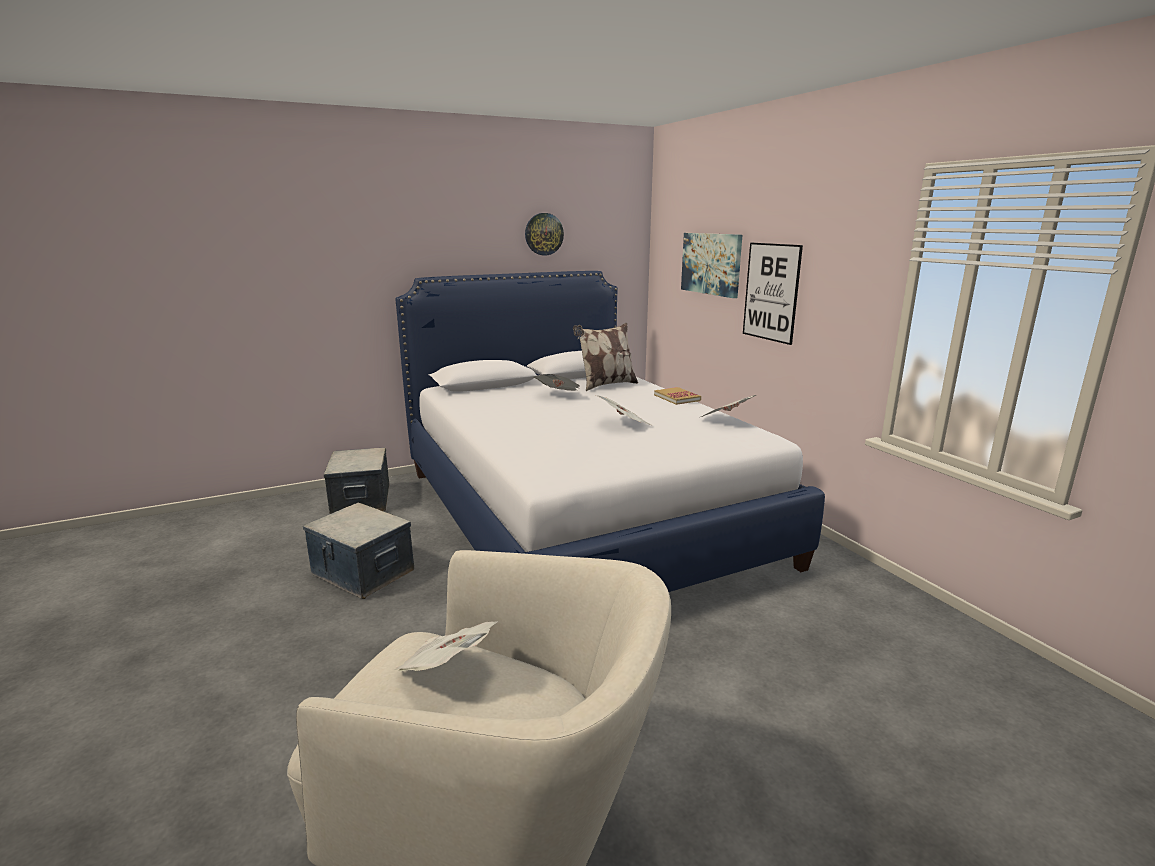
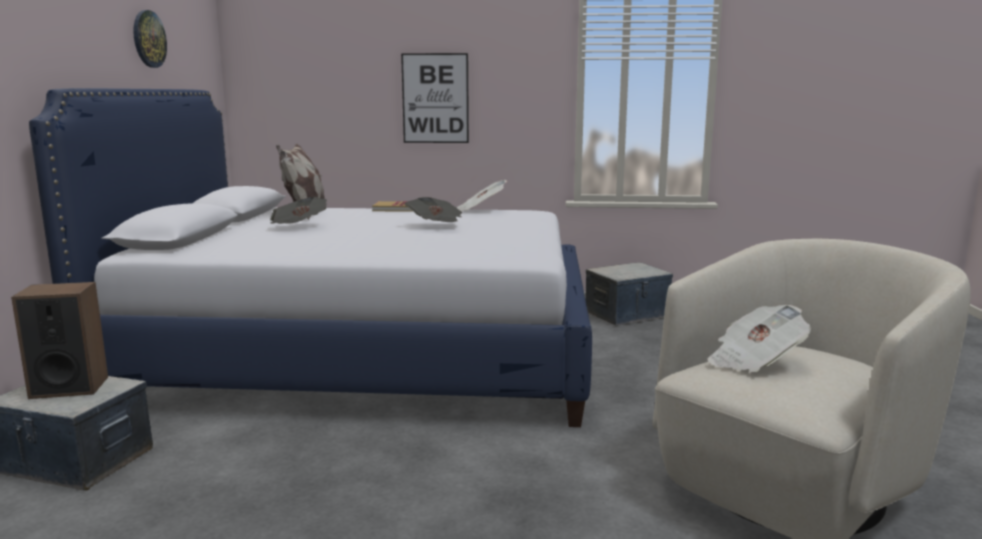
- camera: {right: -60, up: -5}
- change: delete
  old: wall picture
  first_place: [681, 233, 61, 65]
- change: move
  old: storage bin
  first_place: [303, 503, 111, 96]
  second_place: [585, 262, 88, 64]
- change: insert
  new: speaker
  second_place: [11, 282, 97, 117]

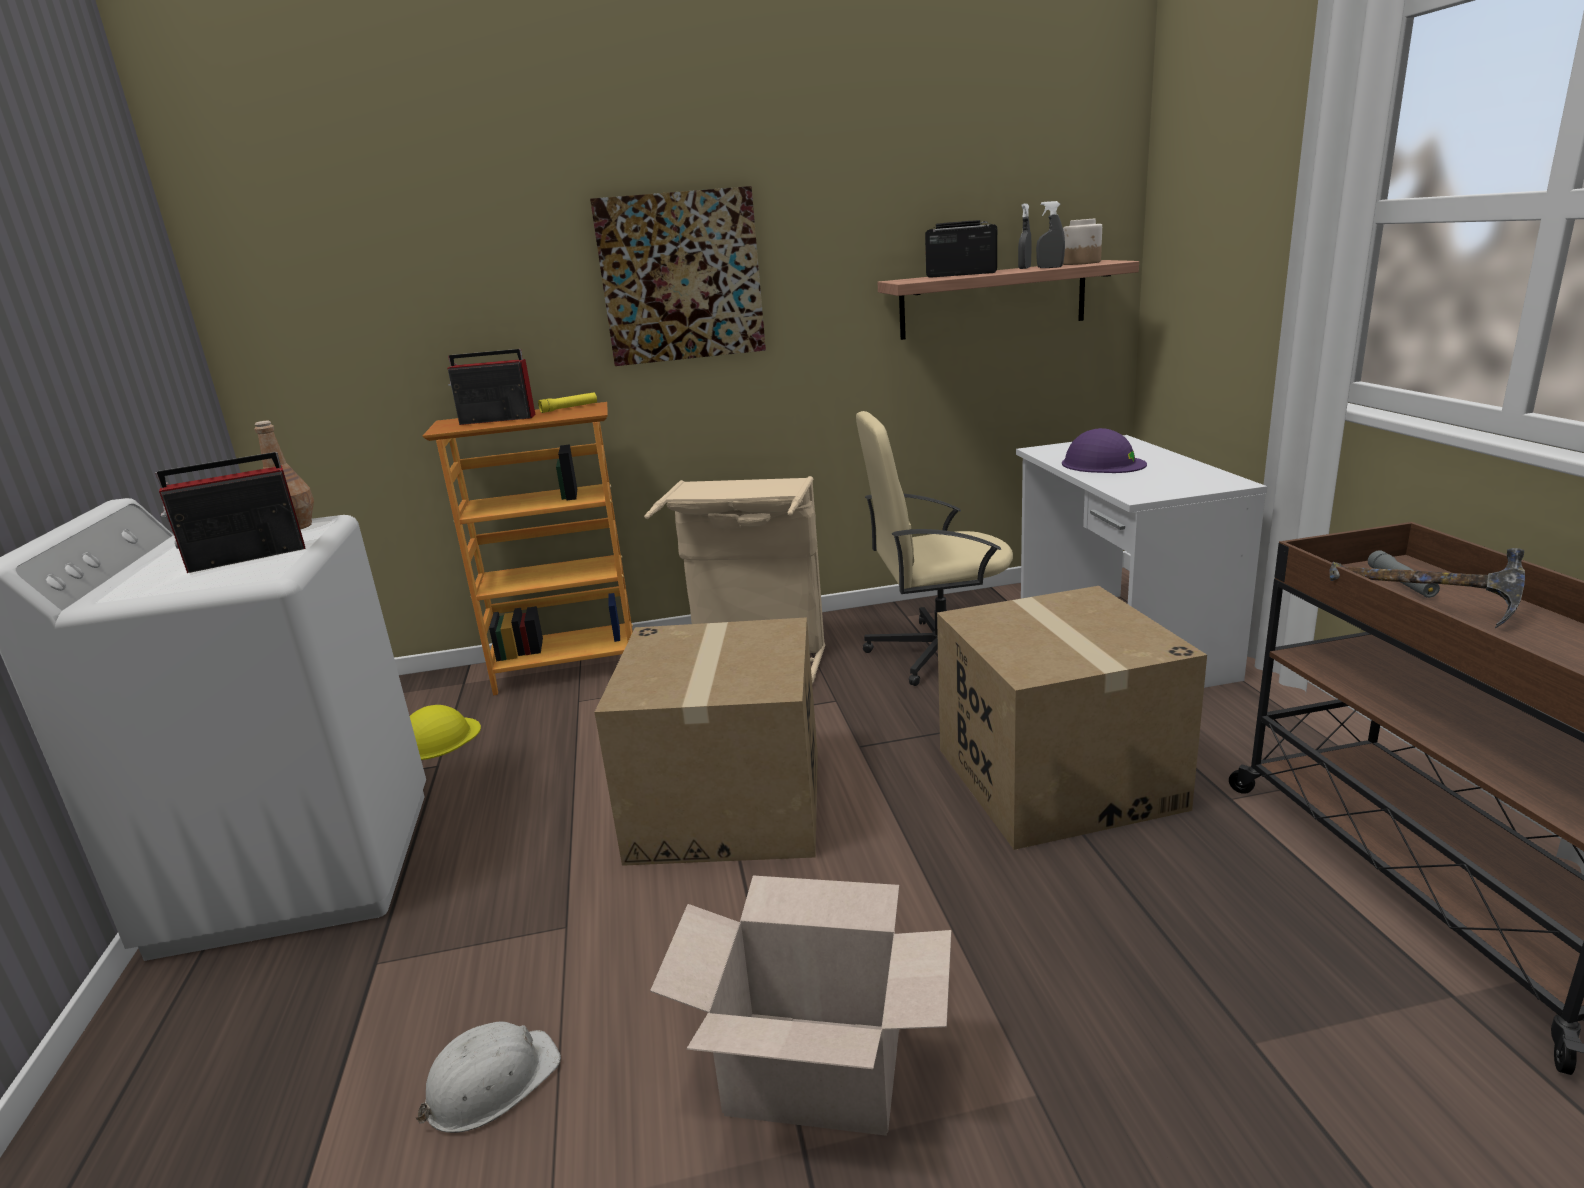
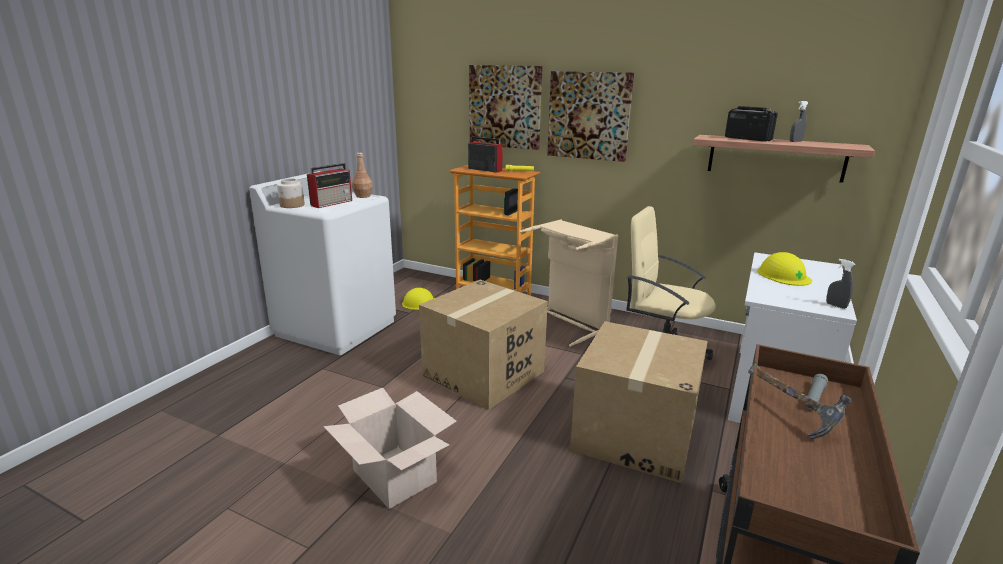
- camera: {right: 35, up: 0}
- change: move
  old: greyish sprayer
  first_place: [1036, 201, 29, 67]
  second_place: [826, 259, 29, 50]
- change: move
  old: preserve jar
  first_place: [1063, 219, 39, 46]
  second_place: [277, 179, 28, 29]
- change: recolor
  old: purplish safety helmet
  new: yellowish safety helmet
  first_place: [1062, 428, 85, 45]
  second_place: [757, 252, 55, 34]
- change: rotate
  old: radio receiver
  first_place: [155, 452, 151, 121]
  second_place: [307, 163, 45, 45]
  degrees: 120
- change: delete
  old: white-coloured safety helmet
  first_place: [416, 1022, 145, 111]
- change: insert
  new: wall picture
  second_place: [469, 65, 74, 85]

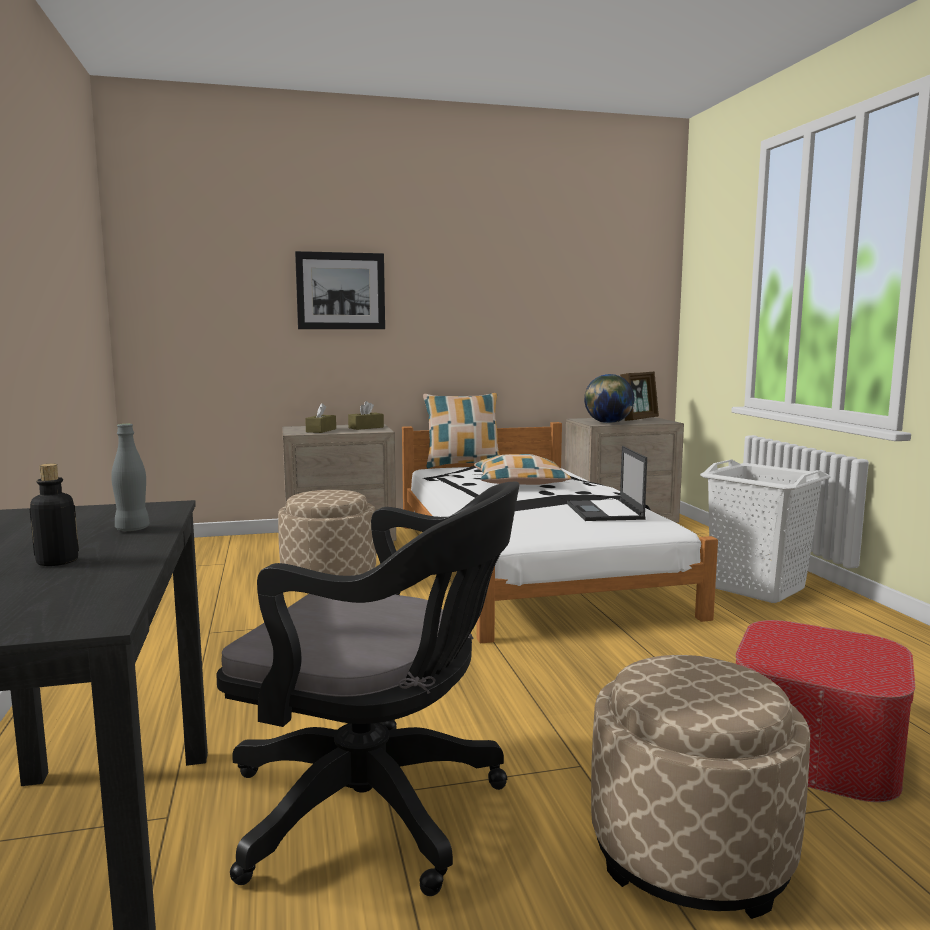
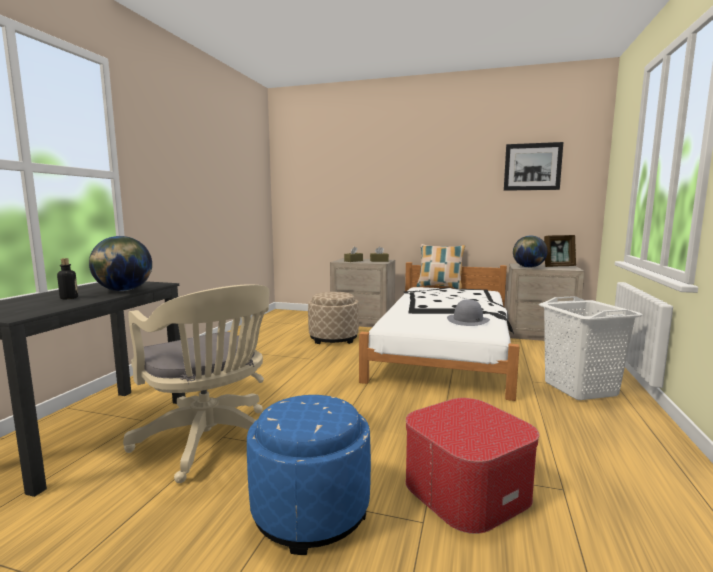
- camera: {right: 30, up: 0}
- change: move
  old: wall picture
  first_place: [295, 251, 90, 78]
  second_place: [504, 142, 59, 49]
- change: replace
  old: greyish beverage bottle
  new: world globe
  first_place: [111, 424, 38, 107]
  second_place: [89, 236, 63, 55]
- change: replace
  old: portable computer
  new: greyish hat
  first_place: [567, 446, 80, 75]
  second_place: [447, 299, 43, 27]
- change: delete
  old: cushion
  first_place: [474, 454, 97, 31]
- change: recolor
  old: blackish computer chair
  new: beige computer chair
  first_place: [216, 481, 304, 415]
  second_place: [123, 284, 147, 199]
- change: recolor
  old: beige footrest
  new: blue footrest
  first_place: [591, 655, 219, 264]
  second_place: [247, 395, 124, 160]

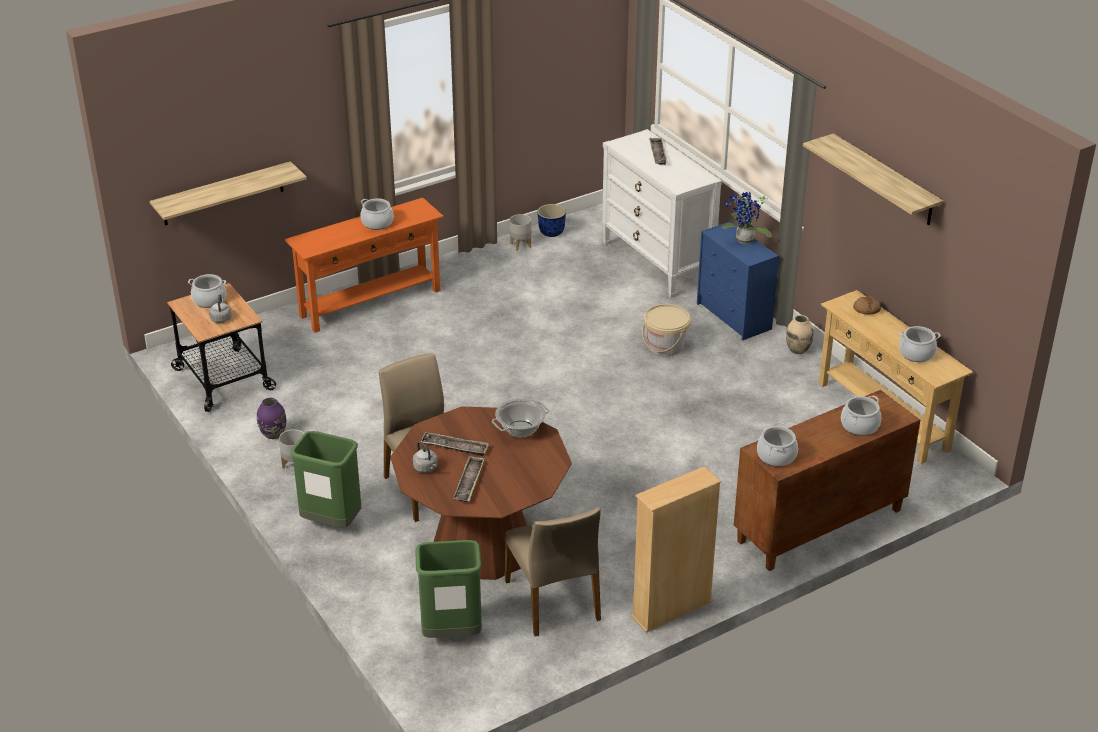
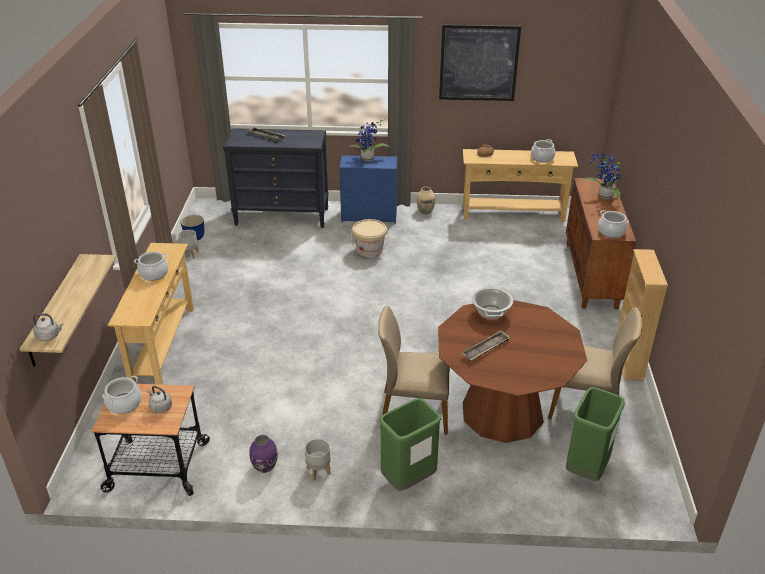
- camera: {right: -55, up: 0}
- change: recolor
  old: white-coloured drawer chest
  new: blackish drawer chest
  first_place: [601, 129, 121, 169]
  second_place: [223, 128, 106, 100]
- change: replace
  old: shelf
  new: wall picture
  first_place: [803, 133, 140, 92]
  second_place: [439, 25, 82, 76]
- change: recolor
  old: orange-coloured console table
  new: beige console table
  first_place: [285, 198, 159, 135]
  second_place: [108, 243, 86, 142]
- change: replace
  old: stockpot
  new: plant in a pot
  first_place: [841, 395, 40, 41]
  second_place: [585, 154, 36, 45]
- change: move
  old: greyish water kettle
  first_place: [413, 442, 25, 31]
  second_place: [33, 314, 30, 27]
- change: delete
  old: carrying tray
  first_place: [453, 456, 32, 47]

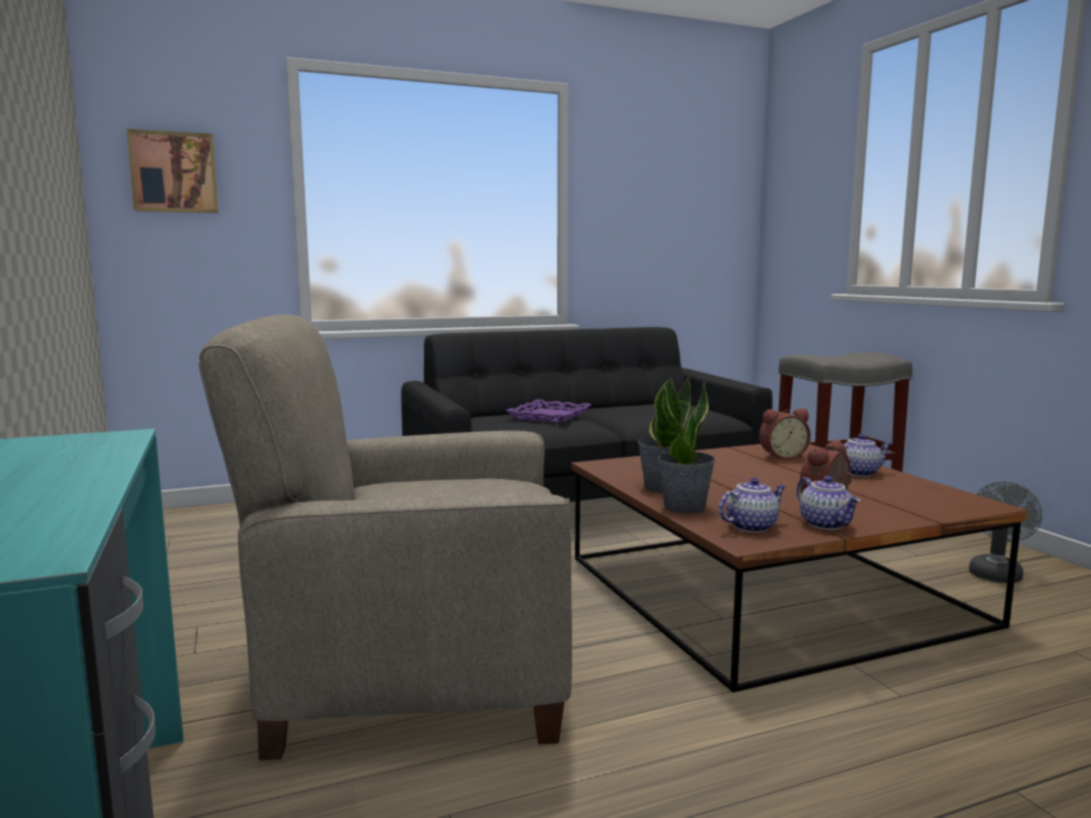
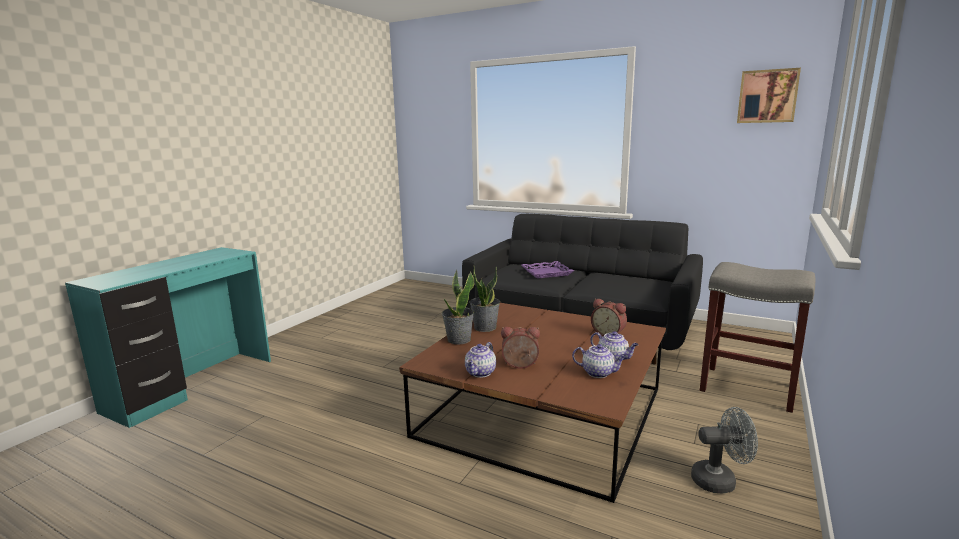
- camera: {right: 50, up: 5}
- change: move
  old: wall picture
  first_place: [127, 129, 91, 84]
  second_place: [737, 68, 64, 55]
- change: delete
  old: beige armchair
  first_place: [199, 314, 373, 446]
- change: move
  old: teapot
  first_place: [718, 478, 68, 55]
  second_place: [572, 344, 55, 34]

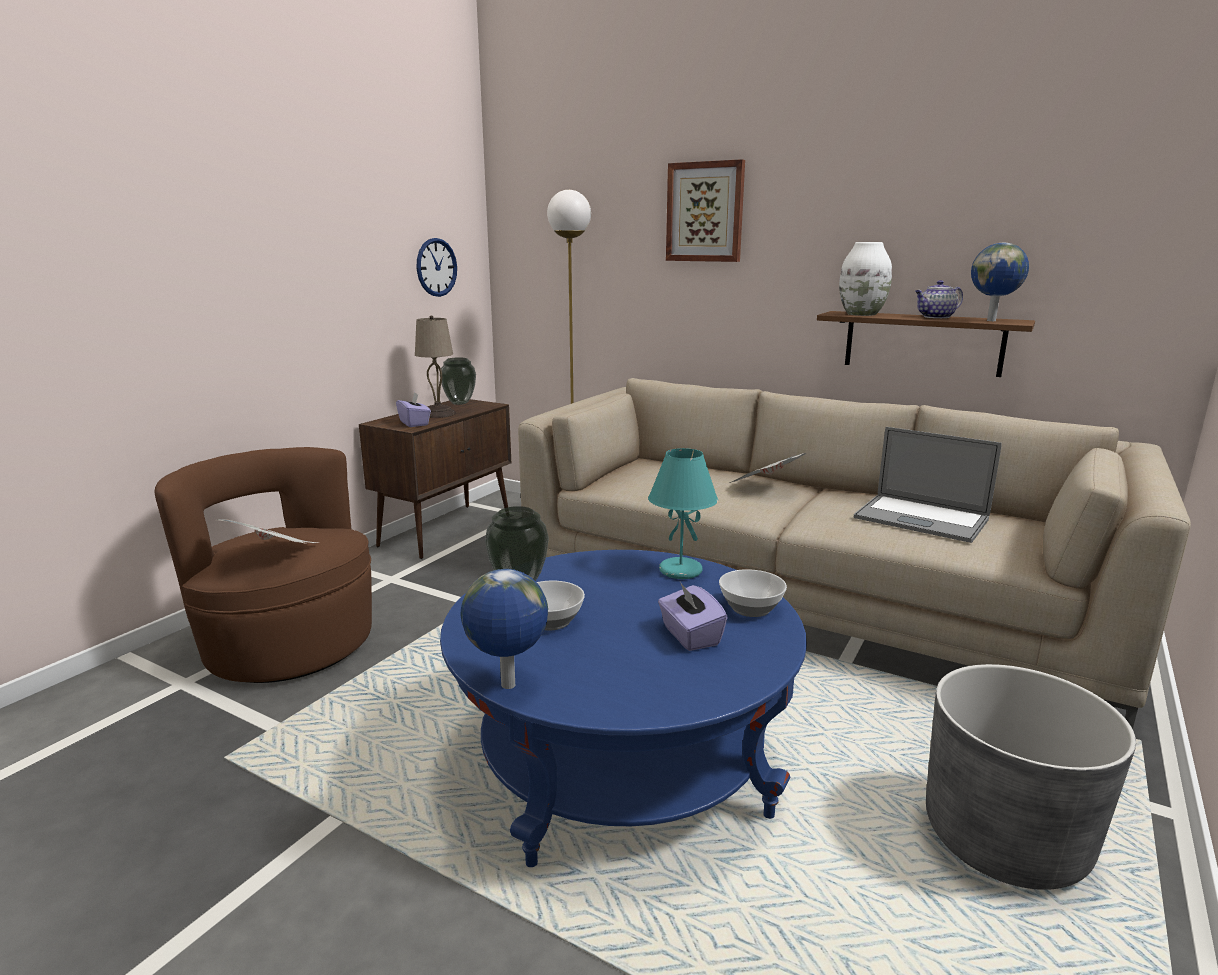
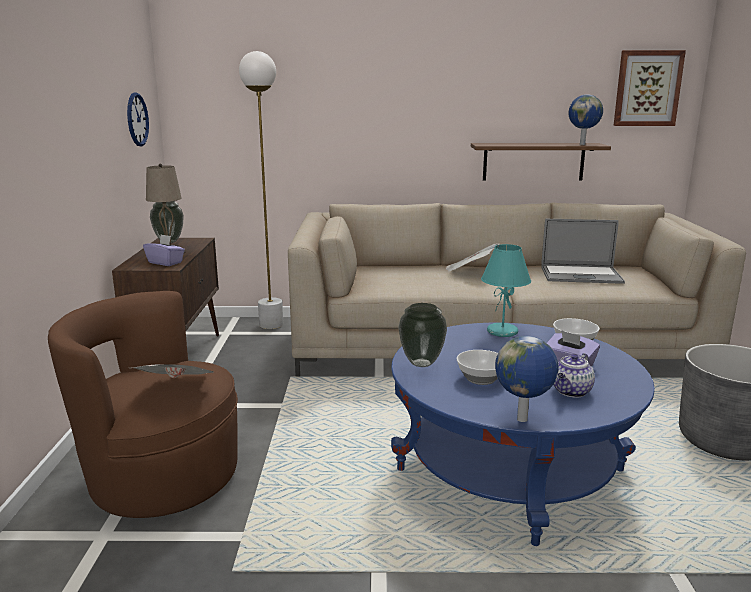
- camera: {right: -30, up: 0}
- change: move
  old: wall picture
  first_place: [666, 159, 79, 103]
  second_place: [613, 50, 73, 76]
- change: delete
  old: white-coloured vase
  first_place: [839, 242, 53, 74]
- change: move
  old: teapot
  first_place: [915, 280, 48, 38]
  second_place: [553, 353, 42, 44]

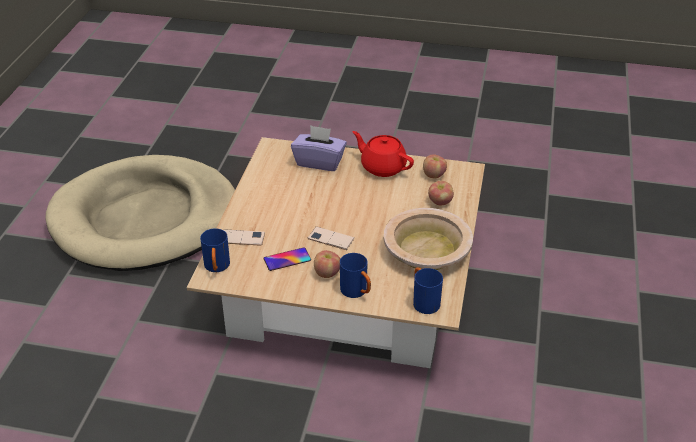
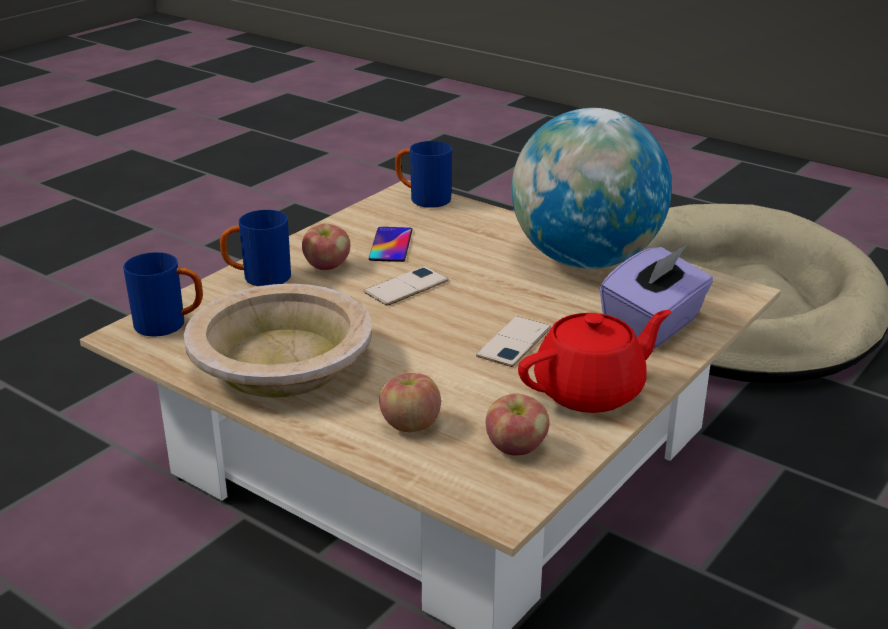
- camera: {right: 115, up: -10}
- change: move
  old: telephone
  first_place: [224, 229, 41, 17]
  second_place: [476, 316, 75, 51]
- change: insert
  new: world globe
  second_place: [512, 108, 160, 161]

